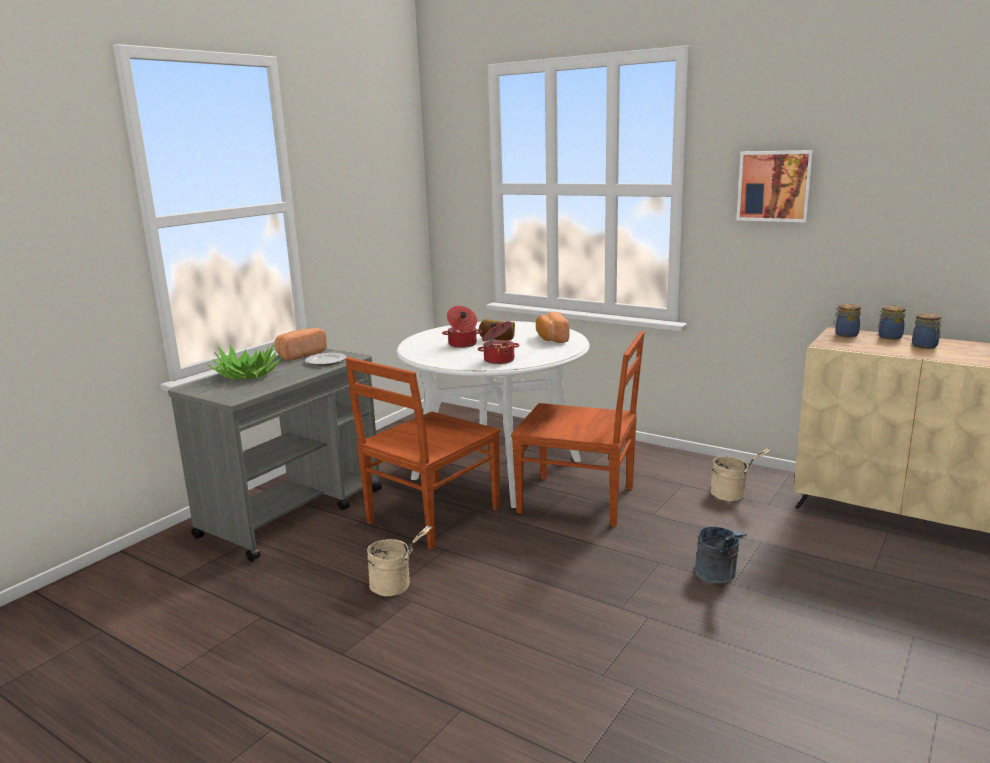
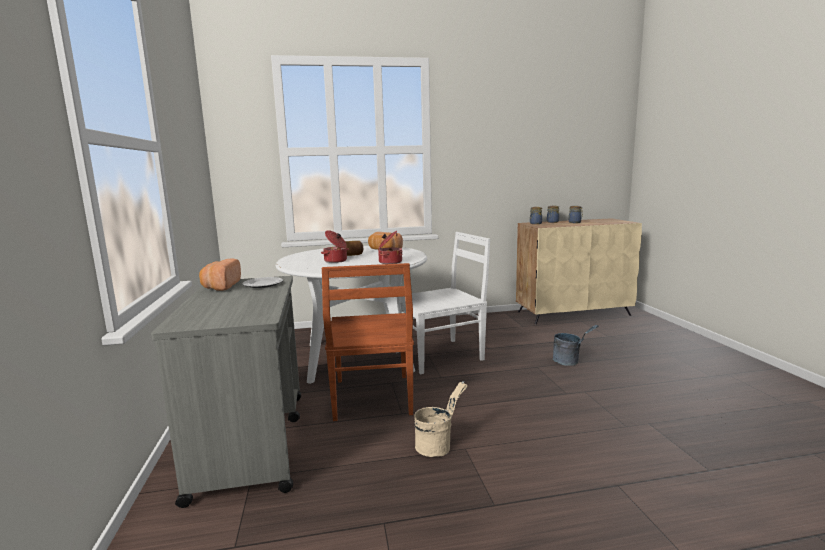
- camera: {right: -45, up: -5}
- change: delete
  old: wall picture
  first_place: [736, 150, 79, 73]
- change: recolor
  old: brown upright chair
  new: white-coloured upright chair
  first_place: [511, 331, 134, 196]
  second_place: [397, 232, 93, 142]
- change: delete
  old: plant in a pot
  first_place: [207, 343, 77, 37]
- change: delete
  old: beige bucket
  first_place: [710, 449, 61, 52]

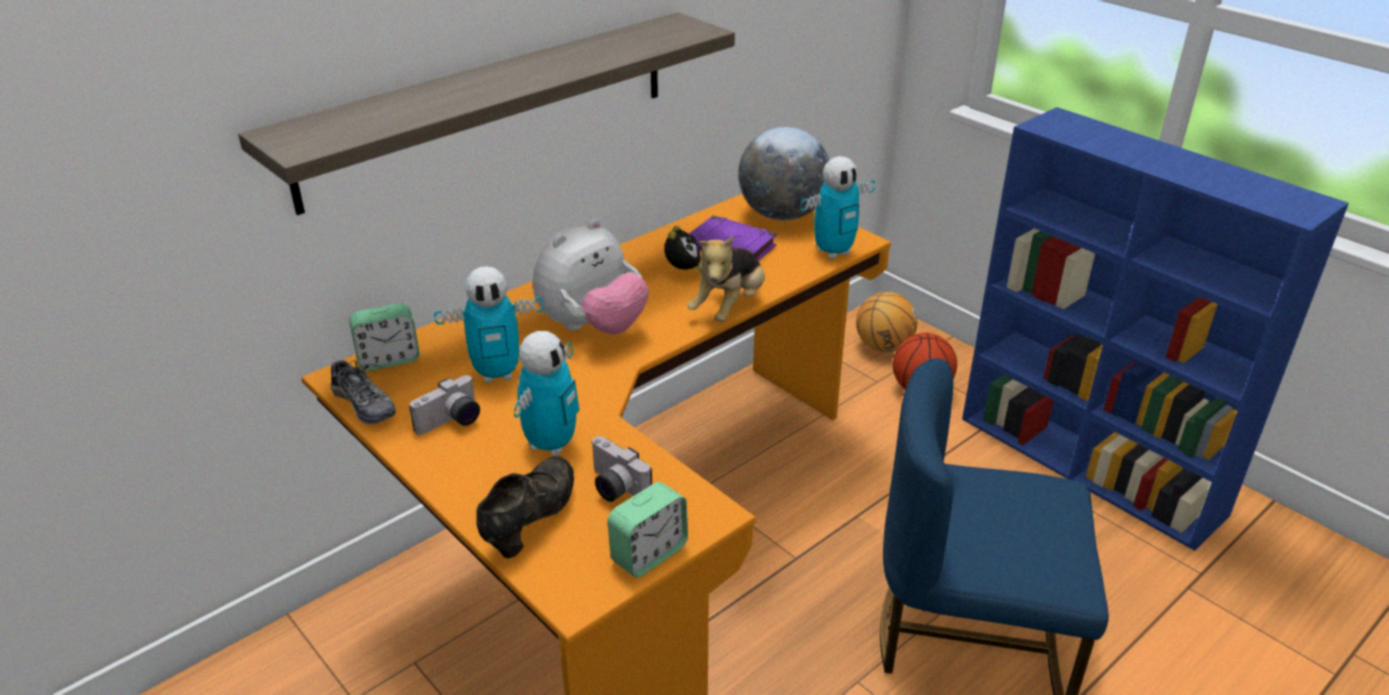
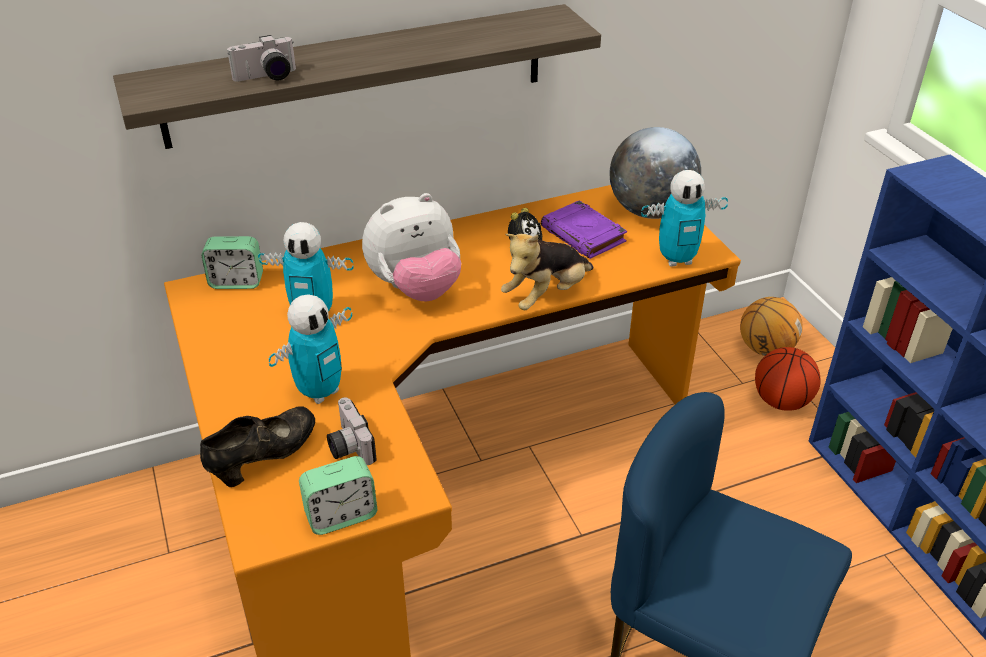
- camera: {right: 20, up: 5}
- change: delete
  old: item of footwear
  first_place: [331, 356, 65, 68]
- change: move
  old: still camera
  first_place: [409, 375, 71, 60]
  second_place: [227, 35, 69, 47]

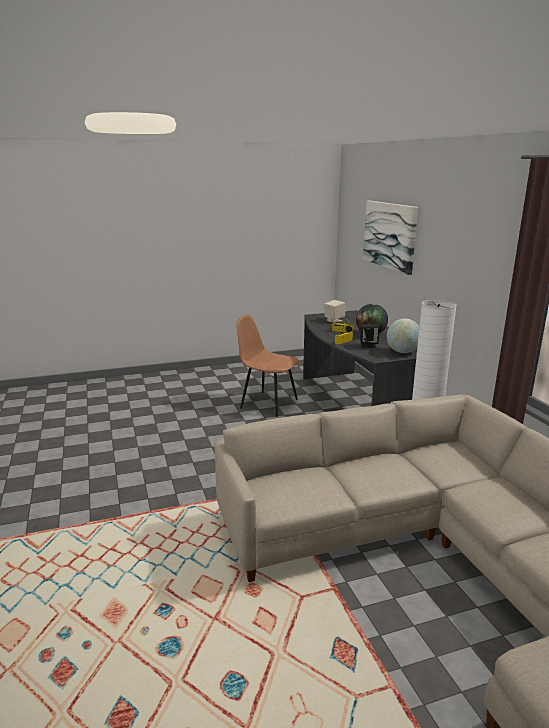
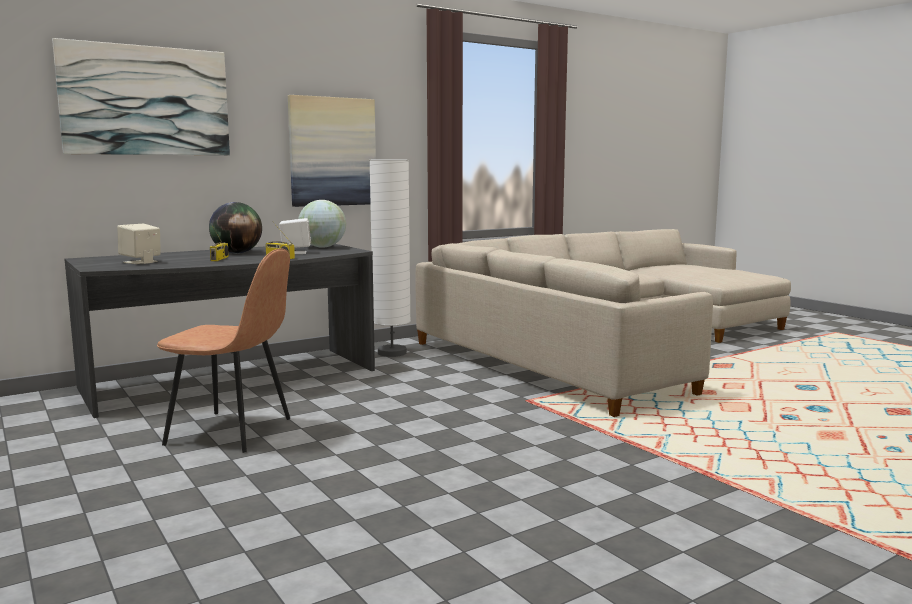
- camera: {right: -105, up: -10}
- change: rotate
  old: brown upright chair
  first_place: [237, 315, 62, 102]
  second_place: [157, 249, 133, 204]
  degrees: -90
- change: recolor
  old: blackish speaker
  new: white-coloured speaker
  first_place: [360, 323, 20, 25]
  second_place: [279, 218, 32, 36]
- change: insert
  new: wall picture
  second_place: [288, 95, 88, 112]

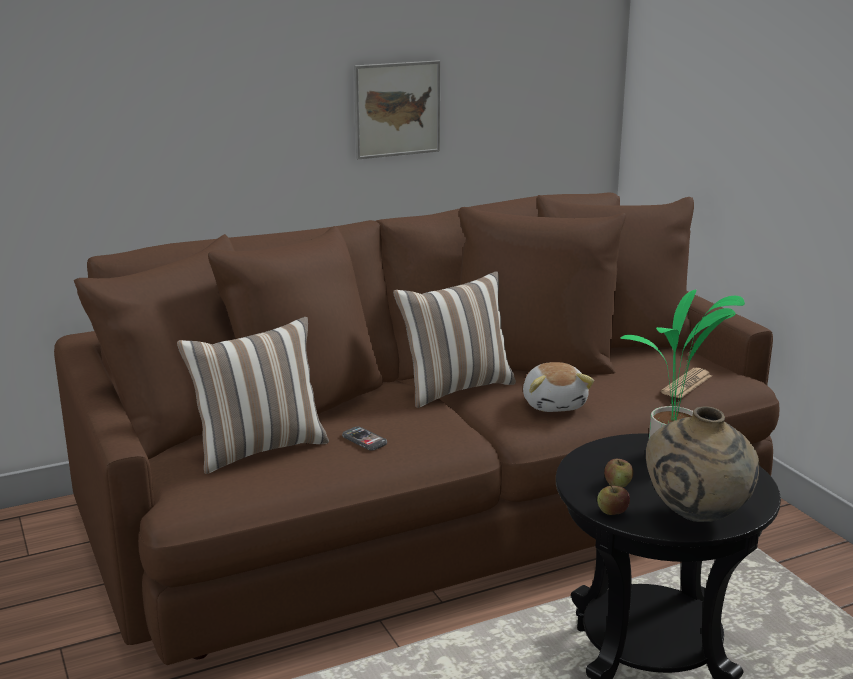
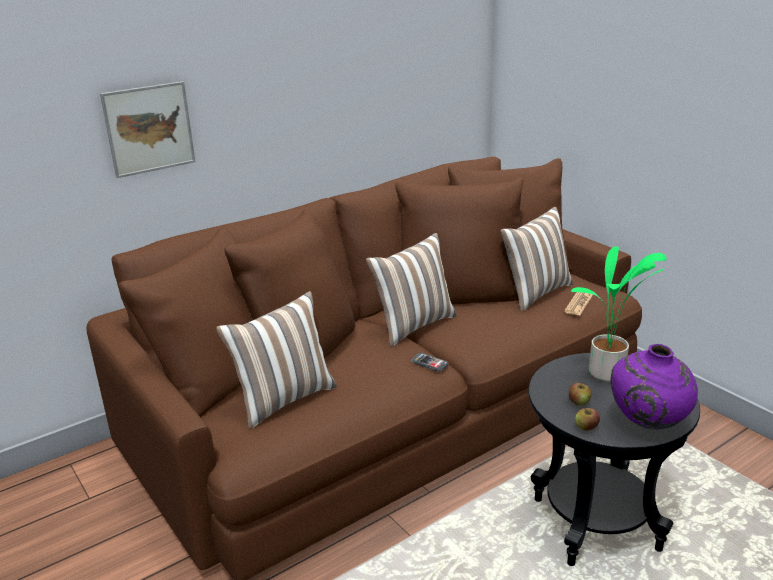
- camera: {right: -10, up: 5}
- change: move
  old: wall picture
  first_place: [354, 60, 86, 99]
  second_place: [100, 81, 96, 97]
- change: delete
  old: plush toy
  first_place: [523, 362, 71, 50]
- change: recolor
  old: beige vase
  new: purplish vase
  first_place: [646, 407, 113, 115]
  second_place: [611, 344, 87, 85]
- change: move
  old: telephone
  first_place: [342, 427, 45, 23]
  second_place: [411, 353, 37, 19]
- change: insert
  new: cushion
  second_place: [501, 207, 72, 105]

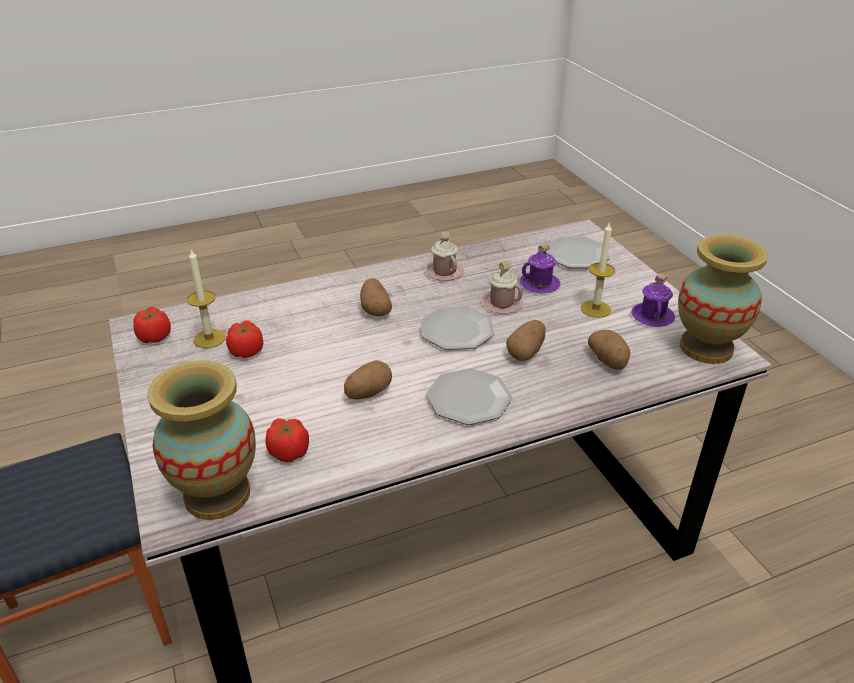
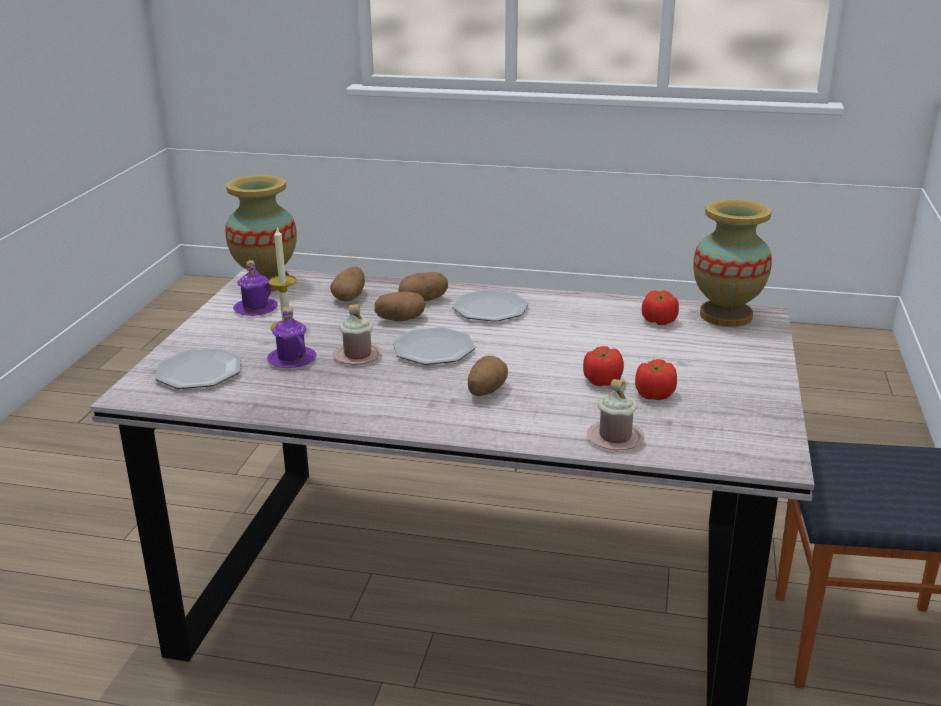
- camera: {right: -145, up: -10}
- change: move
  old: pink tea mug
  first_place: [425, 231, 39, 50]
  second_place: [587, 379, 57, 71]
- change: delete
  old: wax candle
  first_place: [187, 250, 39, 98]
- change: move
  old: fresh tomato
  first_place: [133, 307, 38, 36]
  second_place: [583, 346, 41, 40]
- change: move
  old: spud
  first_place: [344, 360, 48, 40]
  second_place: [398, 272, 50, 29]

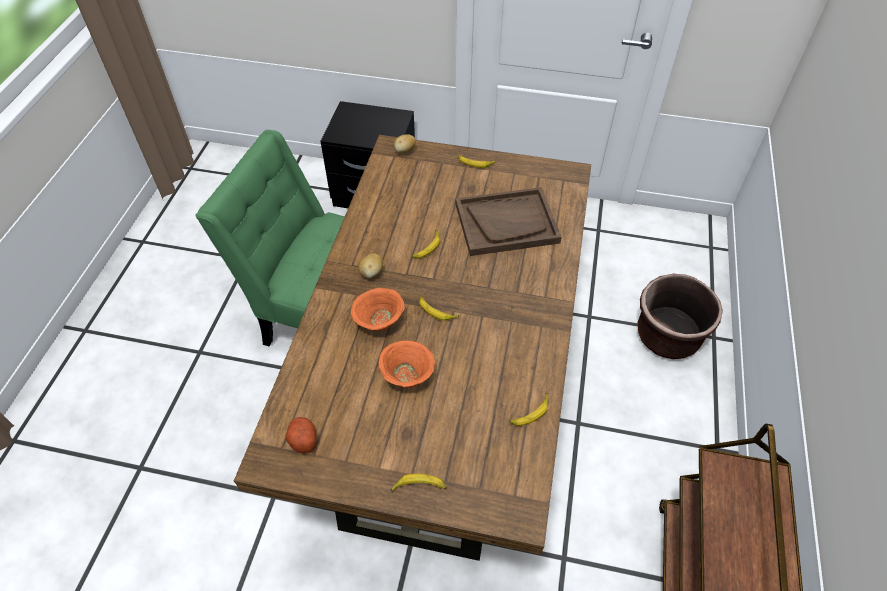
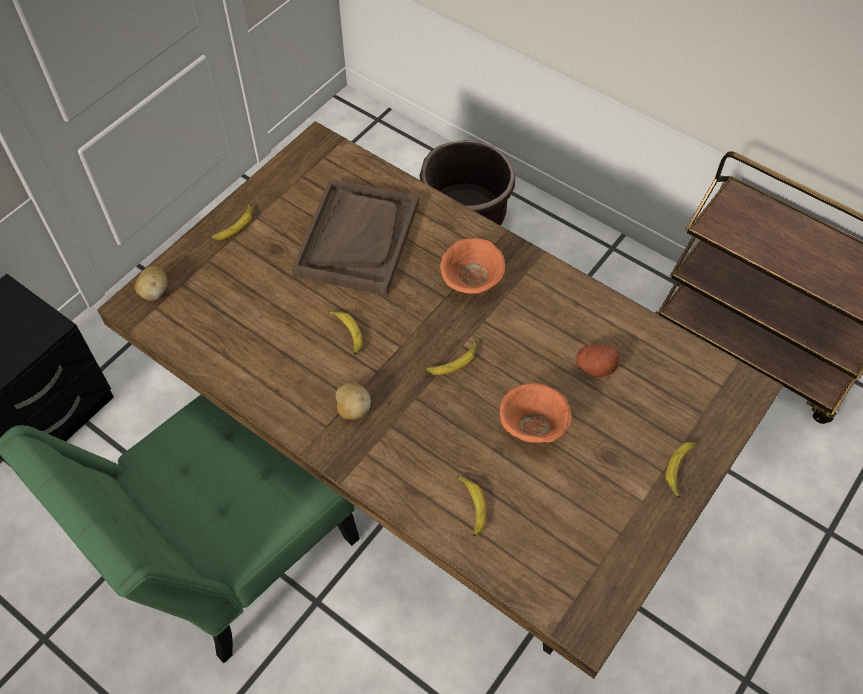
- camera: {right: -65, up: 5}
- change: move
  old: orange-coloured bowl
  first_place: [351, 288, 54, 43]
  second_place: [440, 238, 65, 56]
- change: move
  old: banana
  first_place: [510, 393, 38, 33]
  second_place: [457, 476, 29, 60]
- change: move
  old: spud
  first_place: [286, 417, 31, 36]
  second_place: [576, 345, 44, 32]

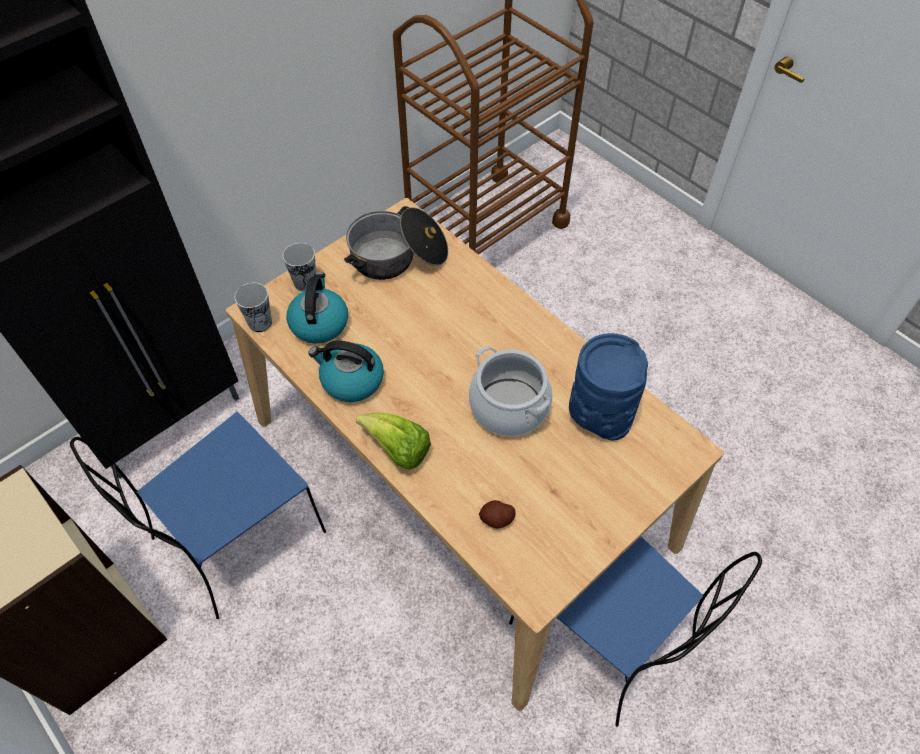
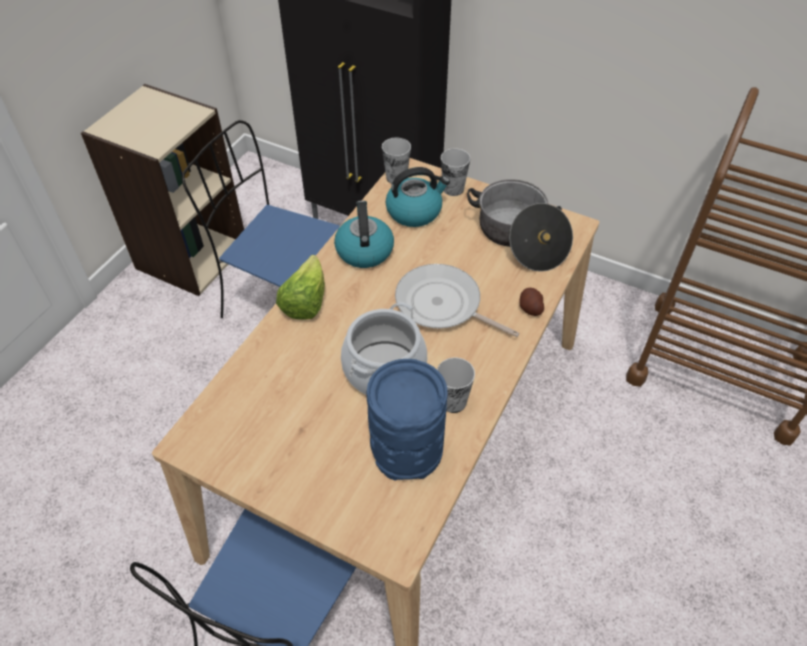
- camera: {right: 70, up: -5}
- change: move
  old: spud
  first_place: [479, 500, 37, 29]
  second_place: [520, 288, 24, 28]
- change: insert
  new: pan
  second_place: [395, 264, 125, 73]
- change: insert
  new: cup
  second_place: [437, 357, 38, 56]

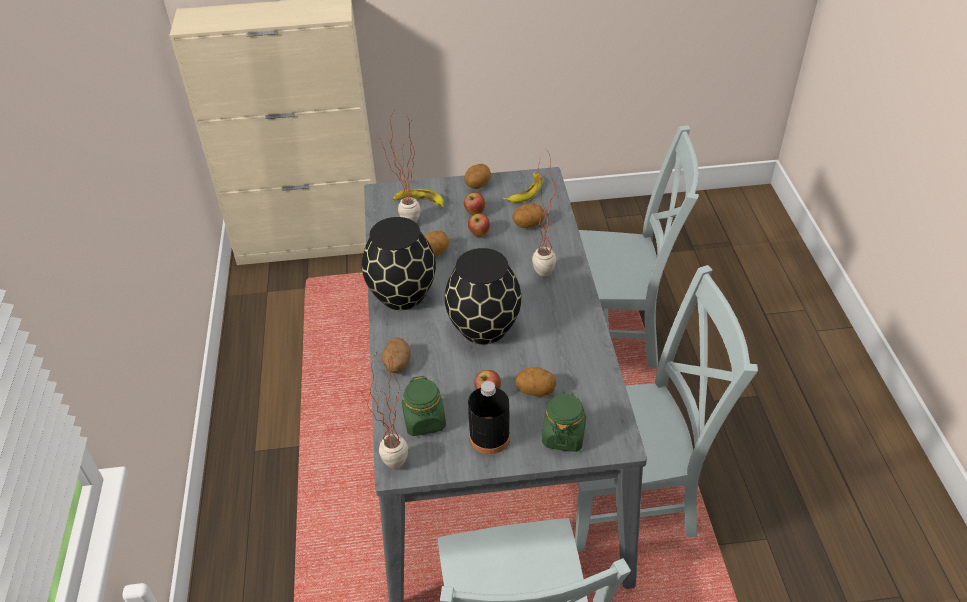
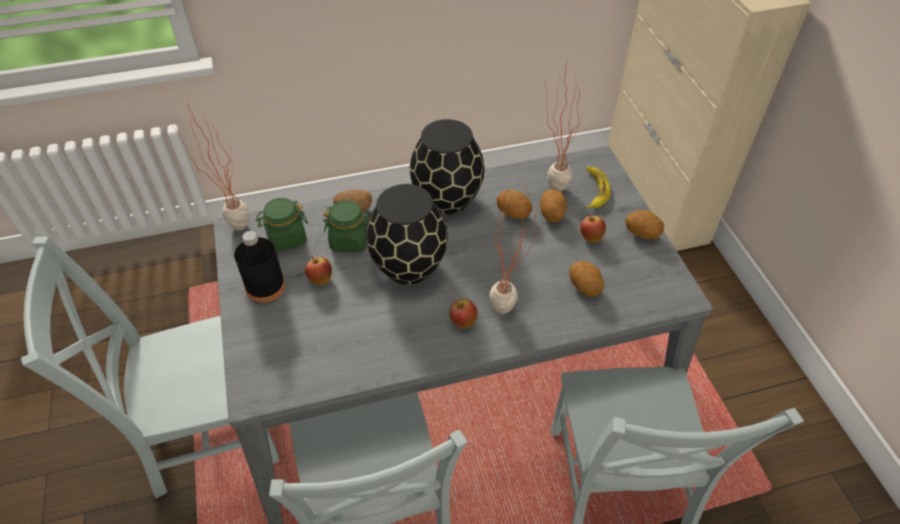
- camera: {right: 80, up: 5}
- change: delete
  old: banana
  first_place: [503, 172, 40, 31]
- change: move
  old: apple
  first_place: [468, 213, 22, 24]
  second_place: [449, 299, 29, 30]
- change: move
  old: spud
  first_place: [515, 367, 41, 29]
  second_place: [540, 189, 27, 33]
- change: move
  old: green preserve jar
  first_place: [542, 391, 44, 61]
  second_place: [323, 200, 48, 53]

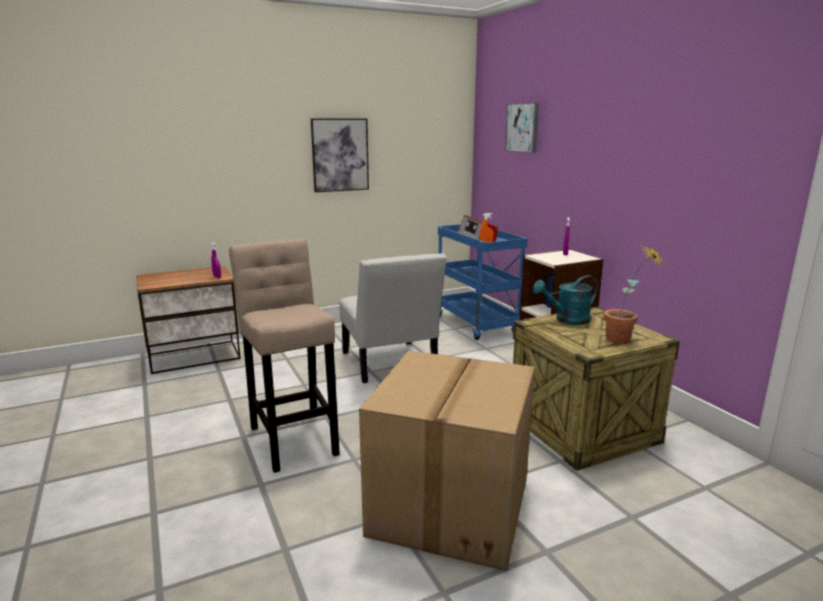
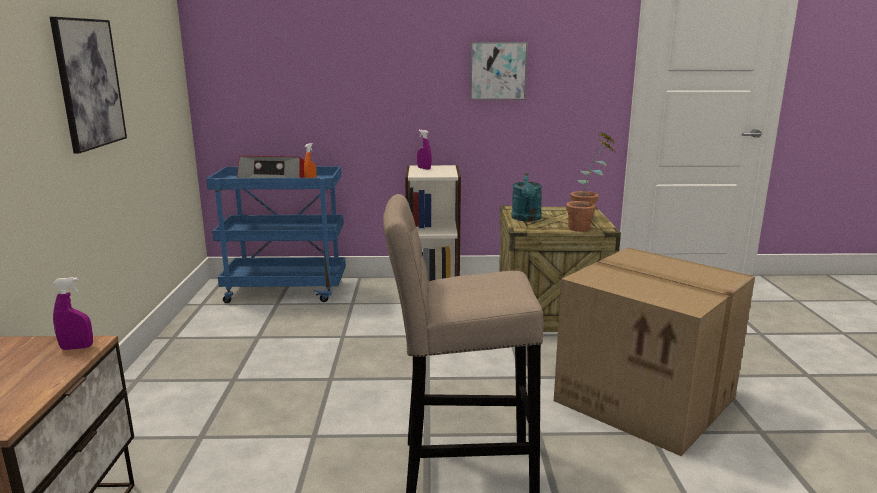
- camera: {right: -65, up: 0}
- change: move
  old: wall picture
  first_place: [505, 103, 34, 50]
  second_place: [470, 42, 58, 58]
- change: delete
  old: white-coloured upright chair
  first_place: [339, 253, 108, 130]
- change: insert
  new: plant in a pot
  second_place: [566, 139, 49, 93]

